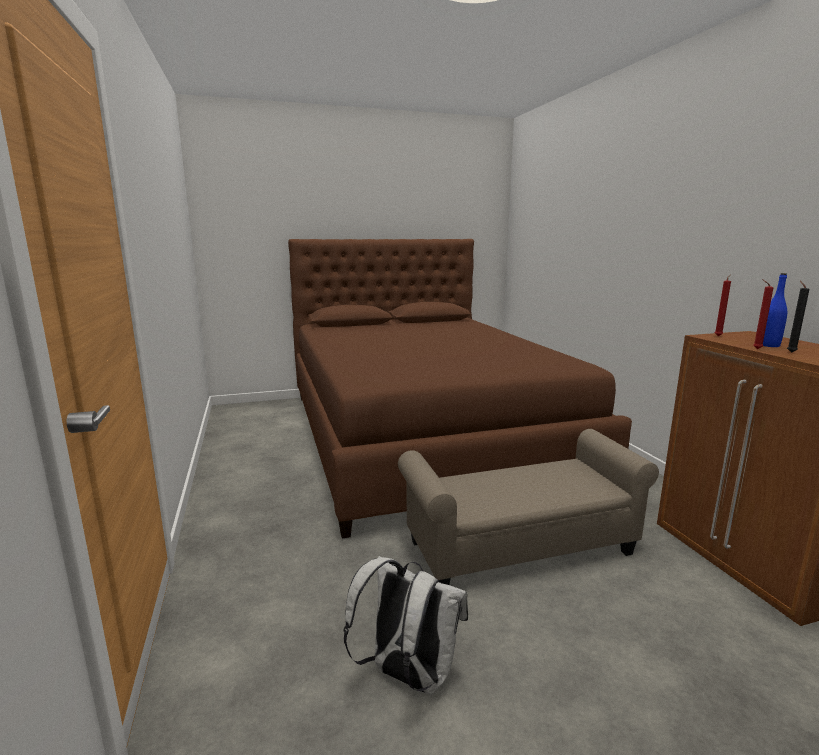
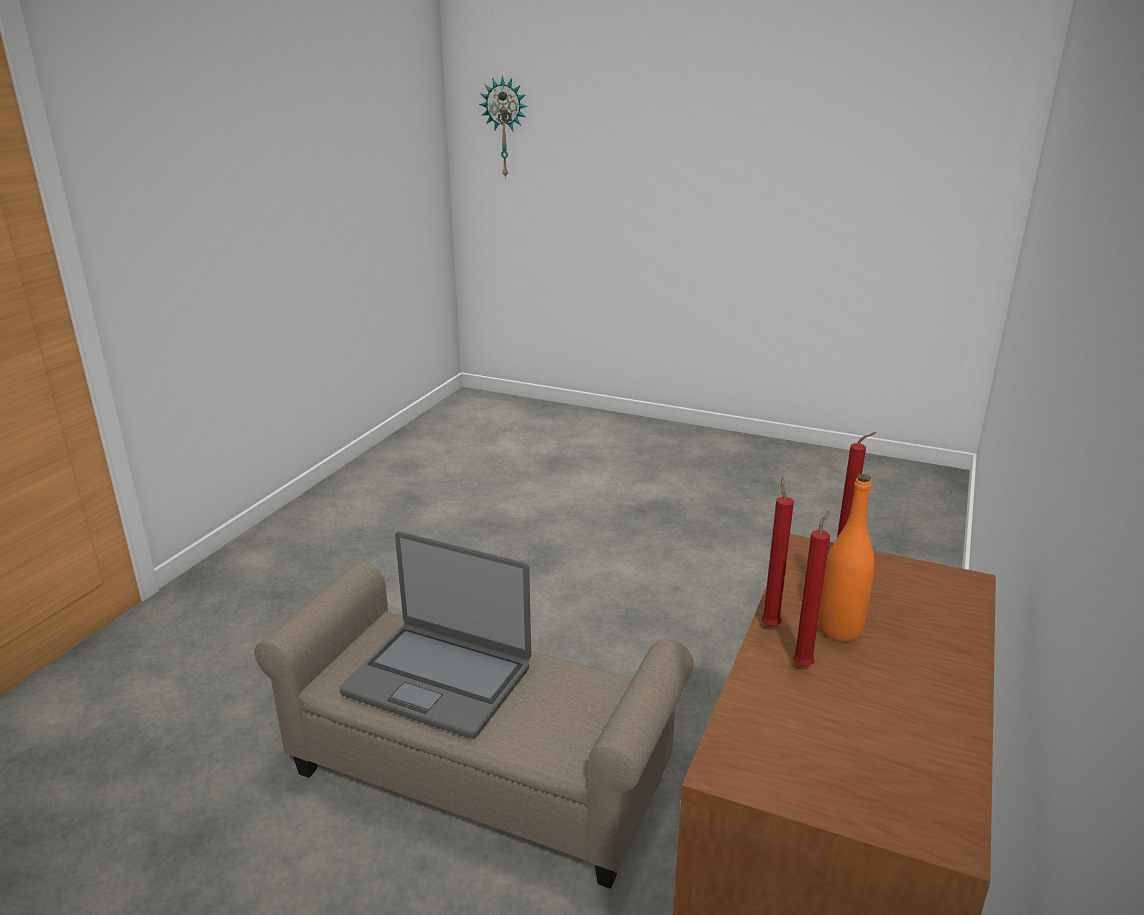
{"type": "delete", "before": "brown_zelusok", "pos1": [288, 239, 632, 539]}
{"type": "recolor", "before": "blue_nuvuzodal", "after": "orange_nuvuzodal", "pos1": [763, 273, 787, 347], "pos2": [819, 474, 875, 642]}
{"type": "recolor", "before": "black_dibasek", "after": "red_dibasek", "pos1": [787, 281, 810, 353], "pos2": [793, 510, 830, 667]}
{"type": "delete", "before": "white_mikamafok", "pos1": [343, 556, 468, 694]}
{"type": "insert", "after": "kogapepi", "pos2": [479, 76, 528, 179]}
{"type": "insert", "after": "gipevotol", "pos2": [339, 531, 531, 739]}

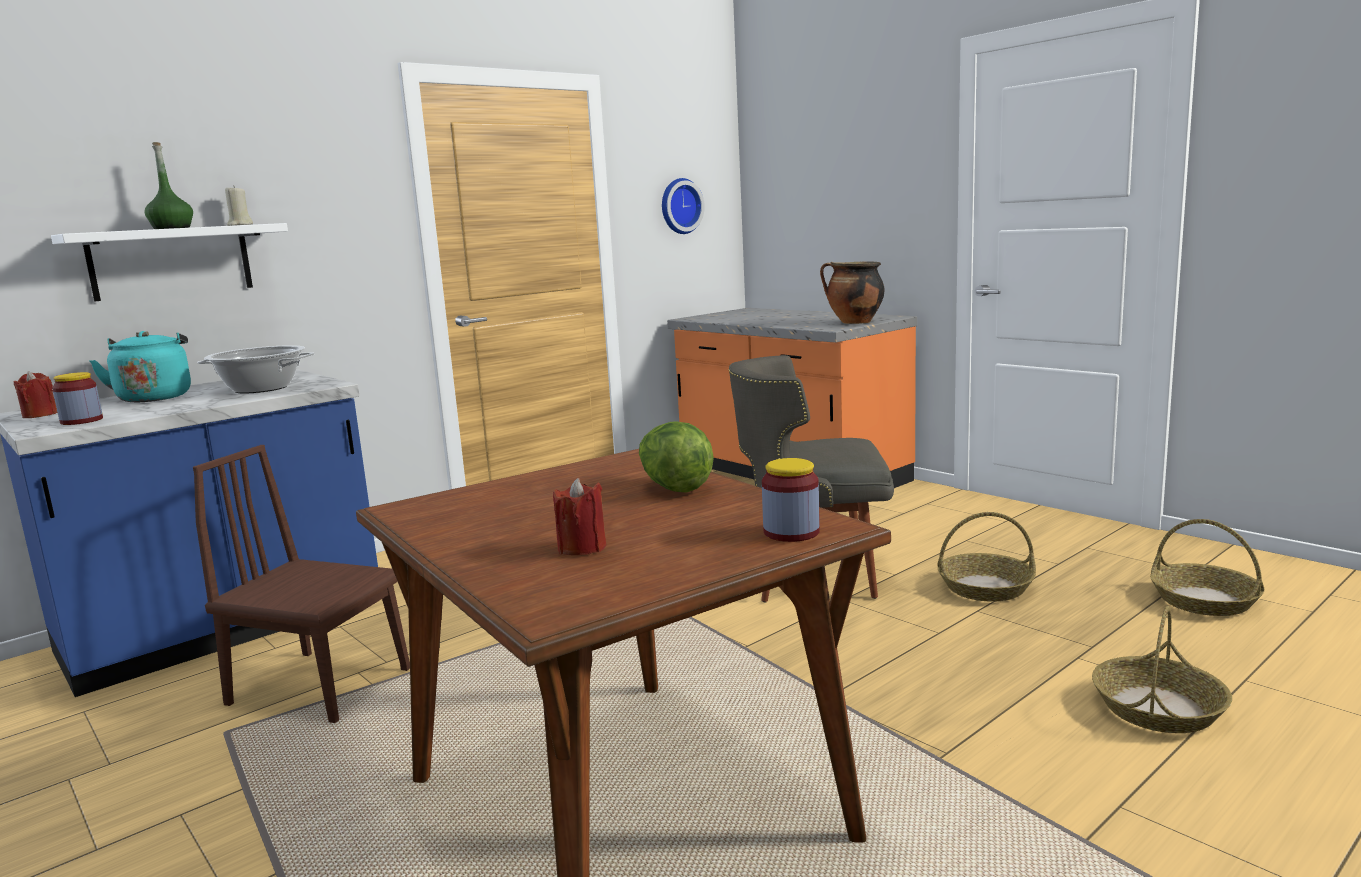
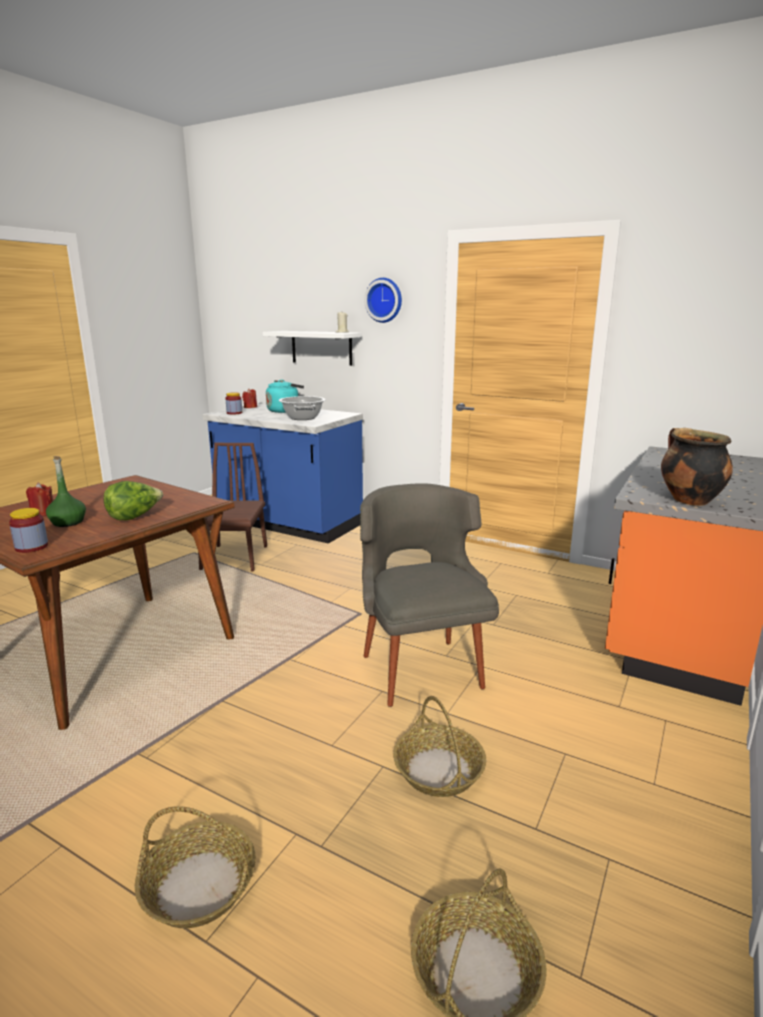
{"type": "move", "before": "green_nuvuzodal", "pos1": [145, 142, 193, 229], "pos2": [46, 456, 86, 527]}
{"type": "move", "before": "kogapepi", "pos1": [662, 178, 705, 234], "pos2": [364, 278, 402, 323]}

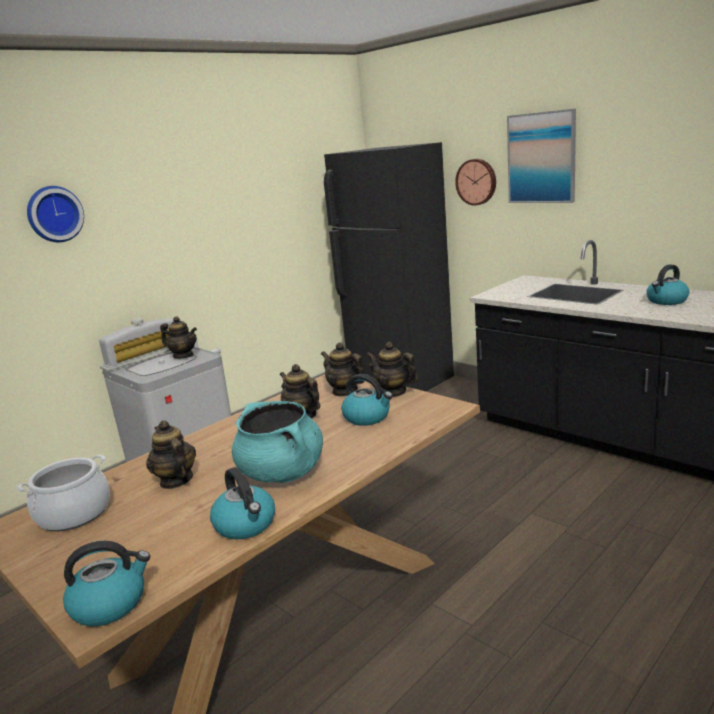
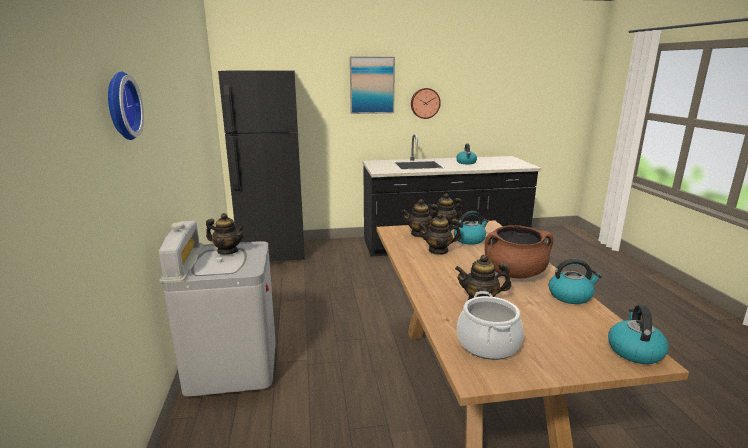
{"type": "move", "before": "kogapepi", "pos1": [455, 159, 496, 206], "pos2": [411, 88, 441, 119]}
{"type": "rotate", "before": "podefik", "pos1": [160, 316, 197, 359], "pos2": [206, 213, 245, 255], "turn": 45}
{"type": "recolor", "before": "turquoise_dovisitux", "after": "brown_dovisitux", "pos1": [232, 401, 323, 483], "pos2": [485, 225, 553, 278]}

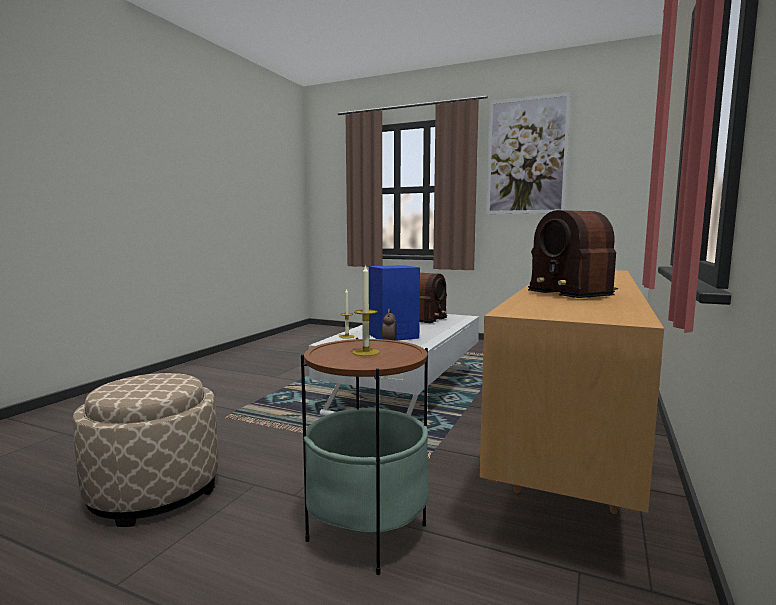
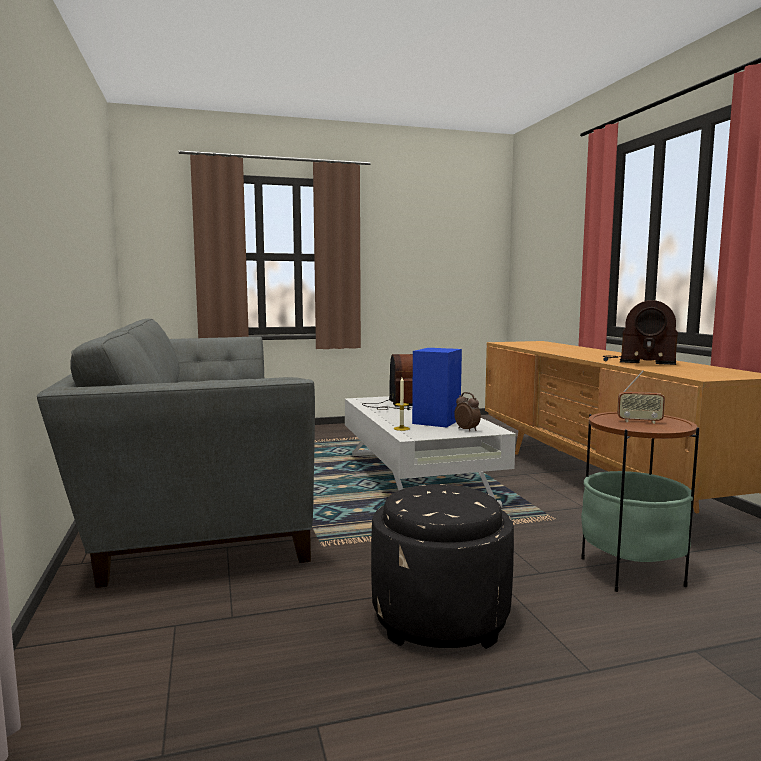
{"type": "delete", "before": "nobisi", "pos1": [486, 92, 571, 214]}
{"type": "replace", "before": "dibasek", "after": "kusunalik", "pos1": [353, 264, 379, 356], "pos2": [617, 371, 665, 424]}
{"type": "recolor", "before": "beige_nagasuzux", "after": "black_nagasuzux", "pos1": [73, 373, 218, 527], "pos2": [371, 484, 514, 649]}
{"type": "insert", "after": "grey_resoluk", "pos2": [37, 318, 315, 588]}

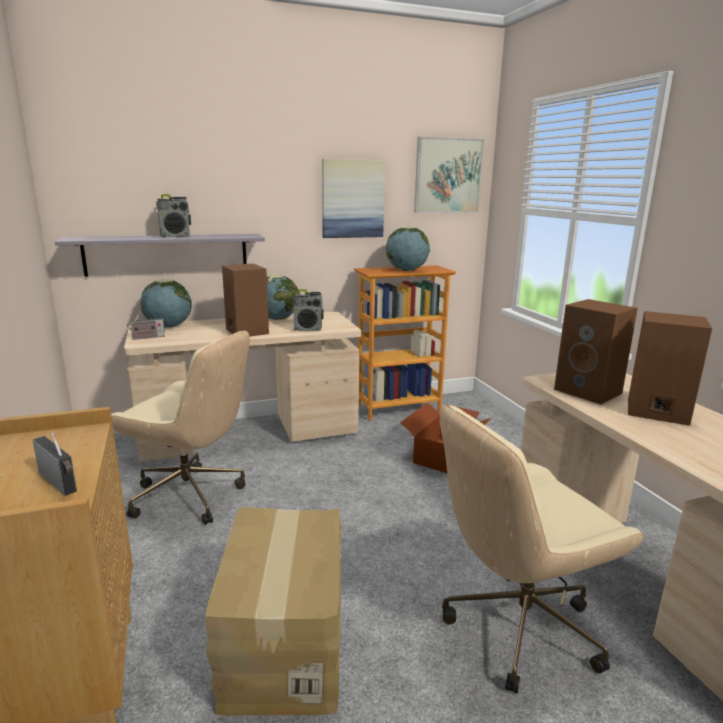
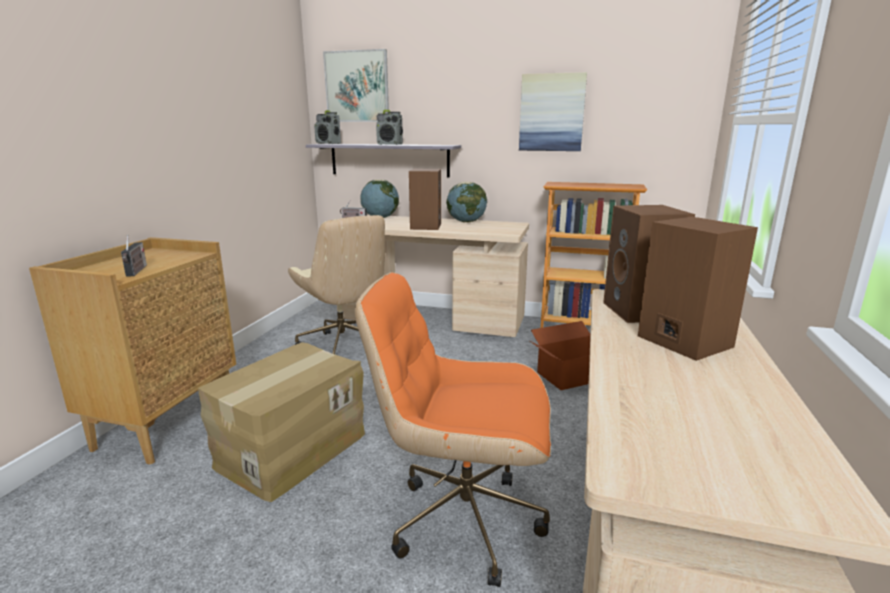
{"type": "move", "before": "nobisi", "pos1": [414, 137, 484, 213], "pos2": [323, 49, 389, 122]}
{"type": "delete", "before": "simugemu", "pos1": [386, 227, 430, 271]}
{"type": "move", "before": "kusunalik", "pos1": [293, 289, 324, 331], "pos2": [314, 110, 341, 144]}
{"type": "recolor", "before": "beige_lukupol", "after": "orange_lukupol", "pos1": [440, 405, 644, 693], "pos2": [355, 272, 551, 587]}

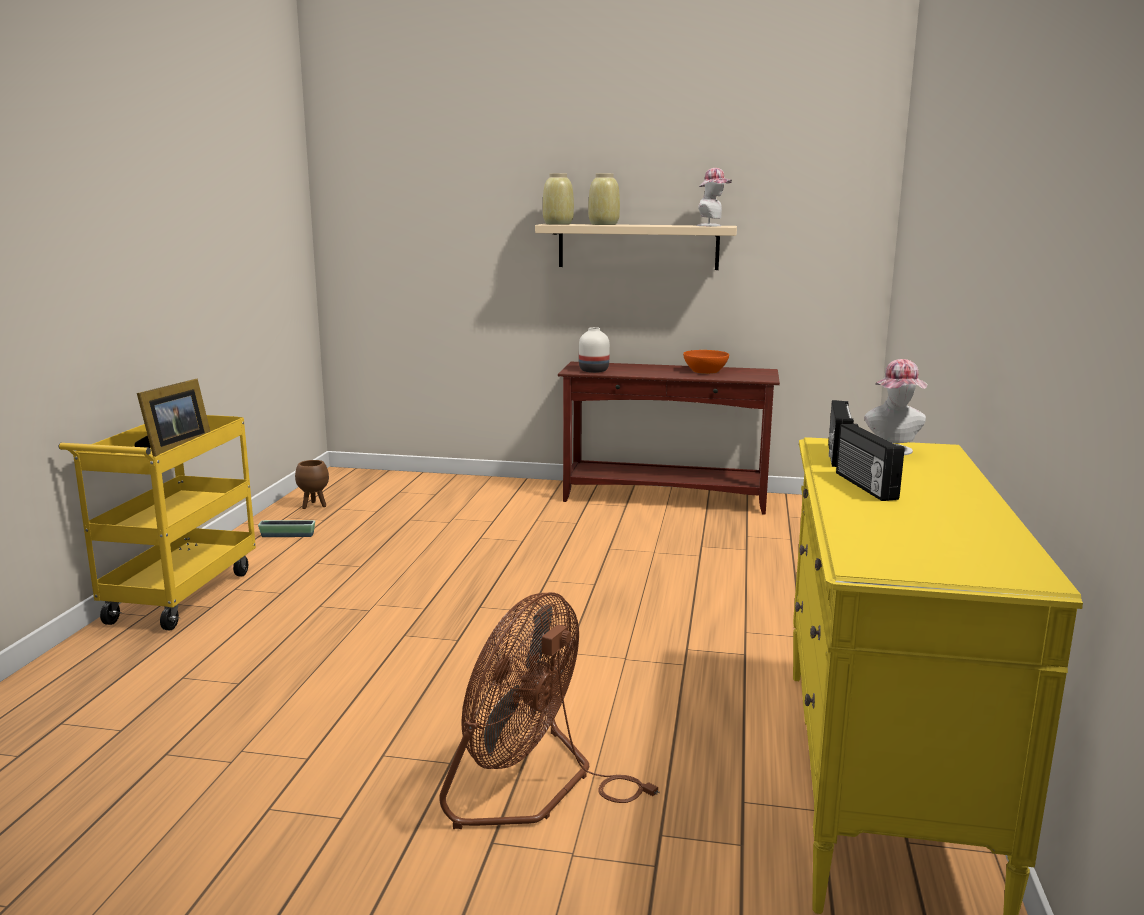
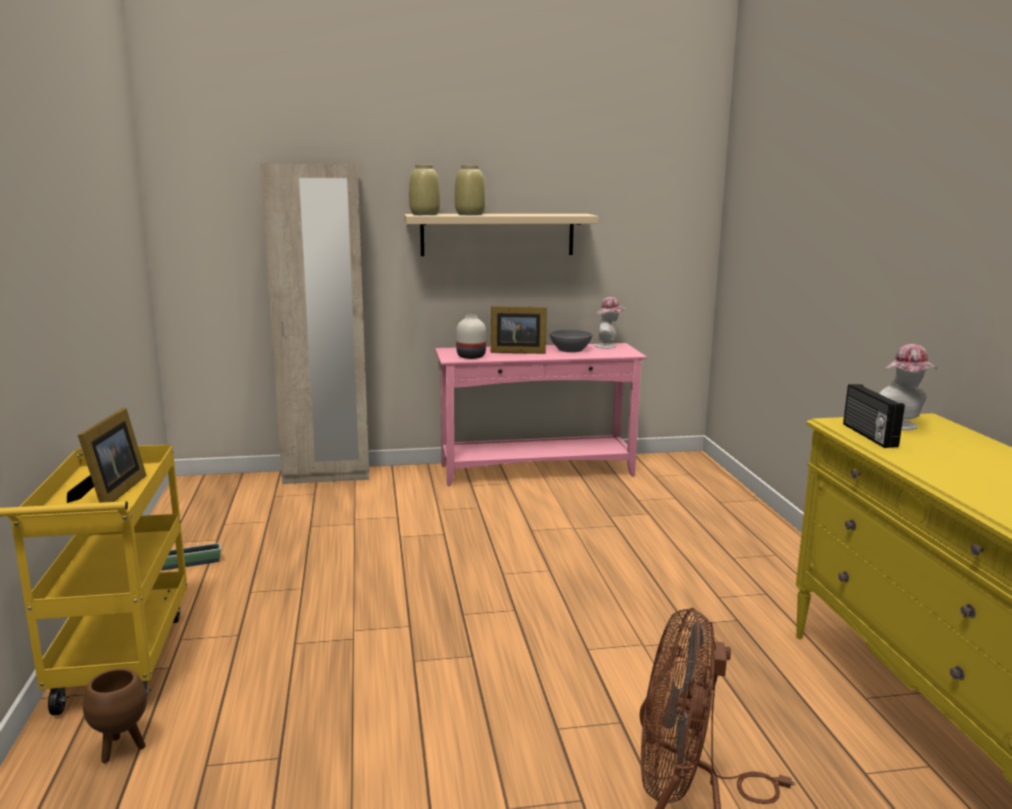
{"type": "move", "before": "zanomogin", "pos1": [696, 168, 732, 226], "pos2": [594, 297, 626, 349]}
{"type": "recolor", "before": "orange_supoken", "after": "grey_supoken", "pos1": [683, 350, 729, 374], "pos2": [550, 329, 592, 352]}
{"type": "recolor", "before": "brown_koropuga", "after": "pink_koropuga", "pos1": [558, 362, 780, 514], "pos2": [435, 343, 647, 486]}
{"type": "delete", "before": "kusunalik", "pos1": [836, 424, 904, 501]}
{"type": "move", "before": "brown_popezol", "pos1": [295, 460, 329, 509], "pos2": [83, 668, 147, 763]}
{"type": "insert", "after": "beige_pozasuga", "pos2": [260, 163, 369, 484]}
{"type": "insert", "after": "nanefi", "pos2": [491, 306, 547, 354]}

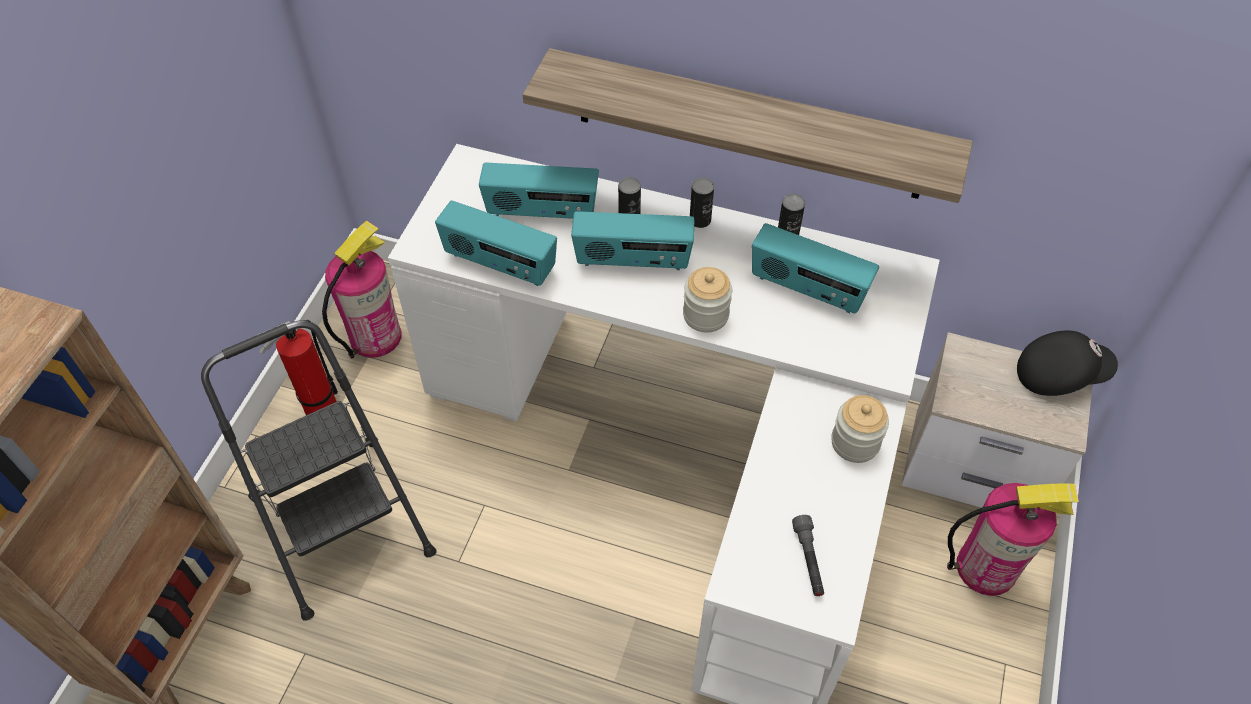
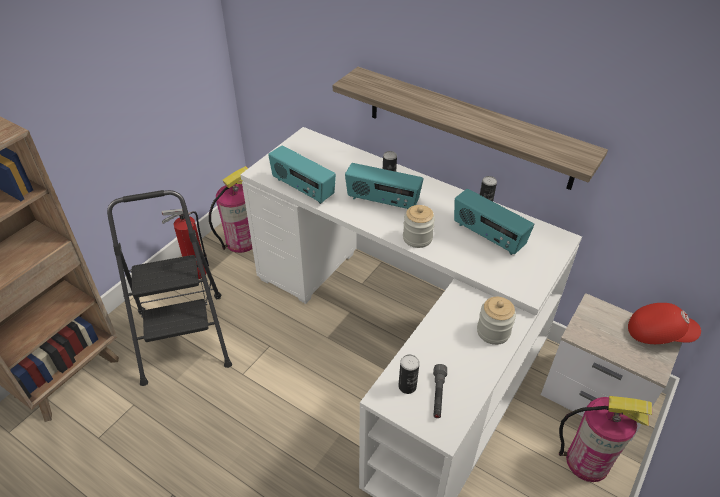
{"type": "delete", "before": "kusunalik", "pos1": [479, 162, 599, 219]}
{"type": "move", "before": "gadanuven", "pos1": [690, 177, 714, 228], "pos2": [398, 355, 420, 394]}
{"type": "recolor", "before": "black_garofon", "after": "red_garofon", "pos1": [1017, 331, 1118, 396], "pos2": [628, 303, 701, 344]}

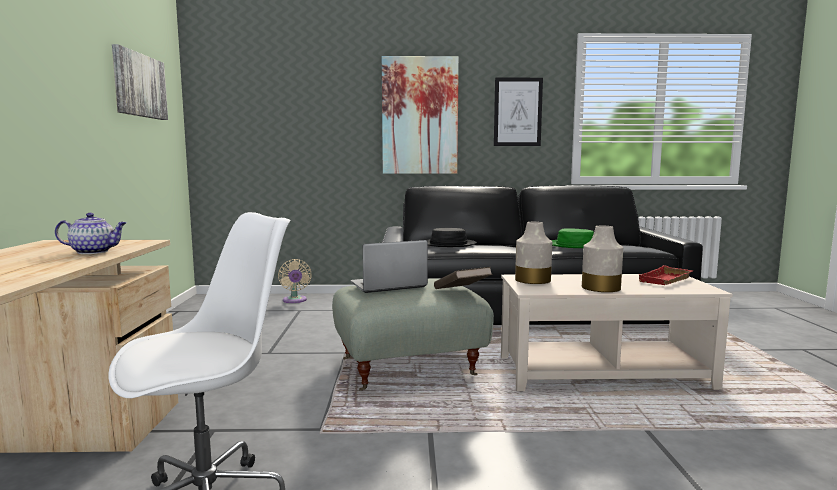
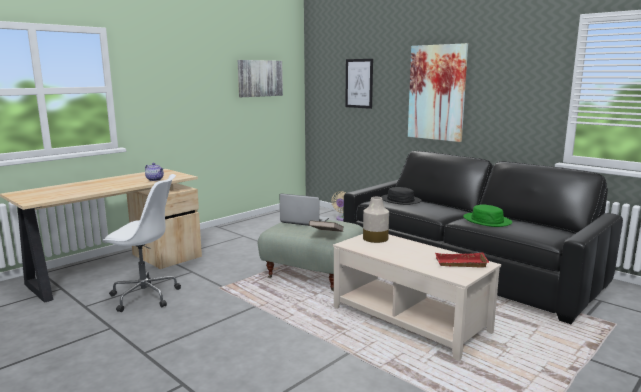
{"type": "move", "before": "nobisi", "pos1": [494, 78, 543, 146], "pos2": [345, 59, 373, 109]}
{"type": "delete", "before": "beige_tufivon", "pos1": [582, 225, 623, 292]}

